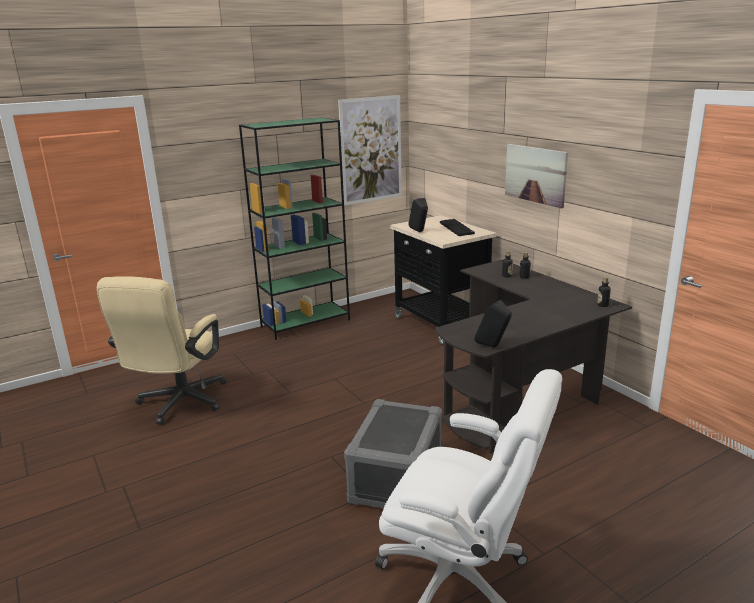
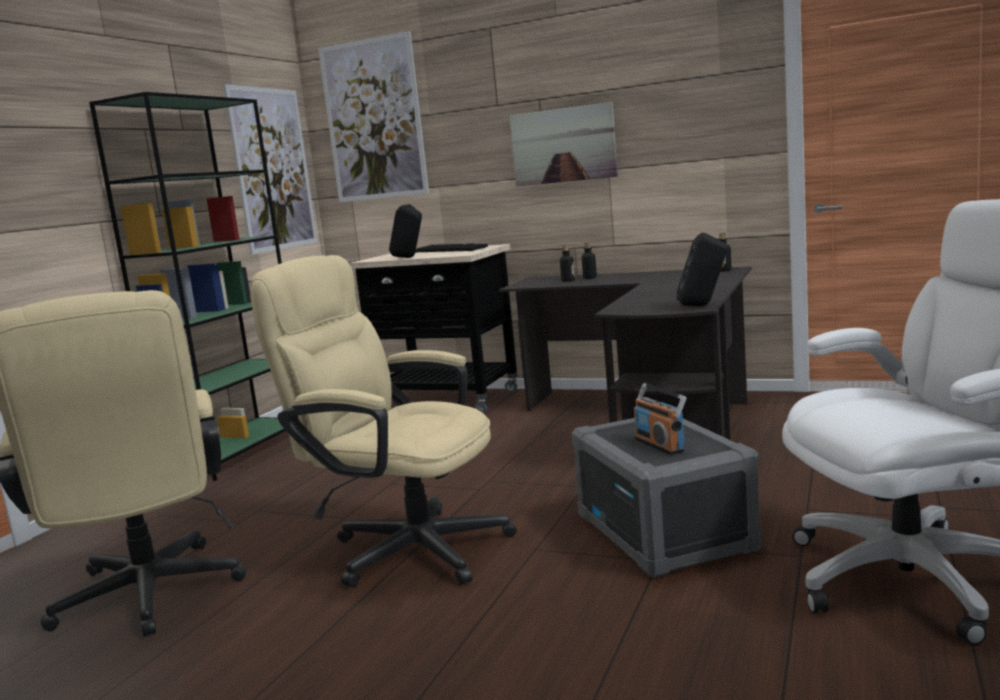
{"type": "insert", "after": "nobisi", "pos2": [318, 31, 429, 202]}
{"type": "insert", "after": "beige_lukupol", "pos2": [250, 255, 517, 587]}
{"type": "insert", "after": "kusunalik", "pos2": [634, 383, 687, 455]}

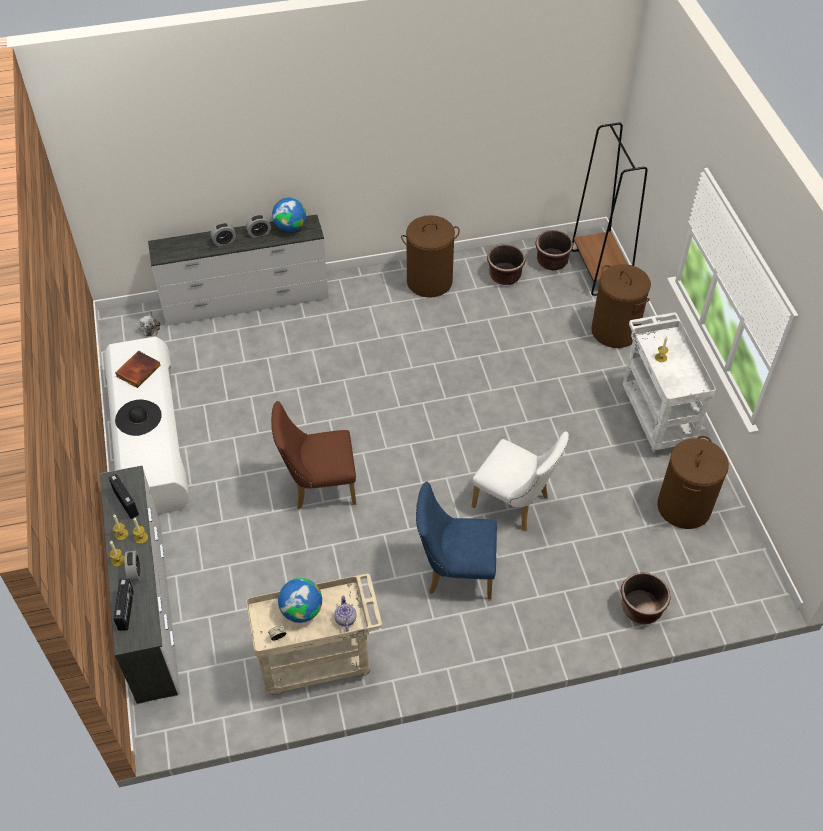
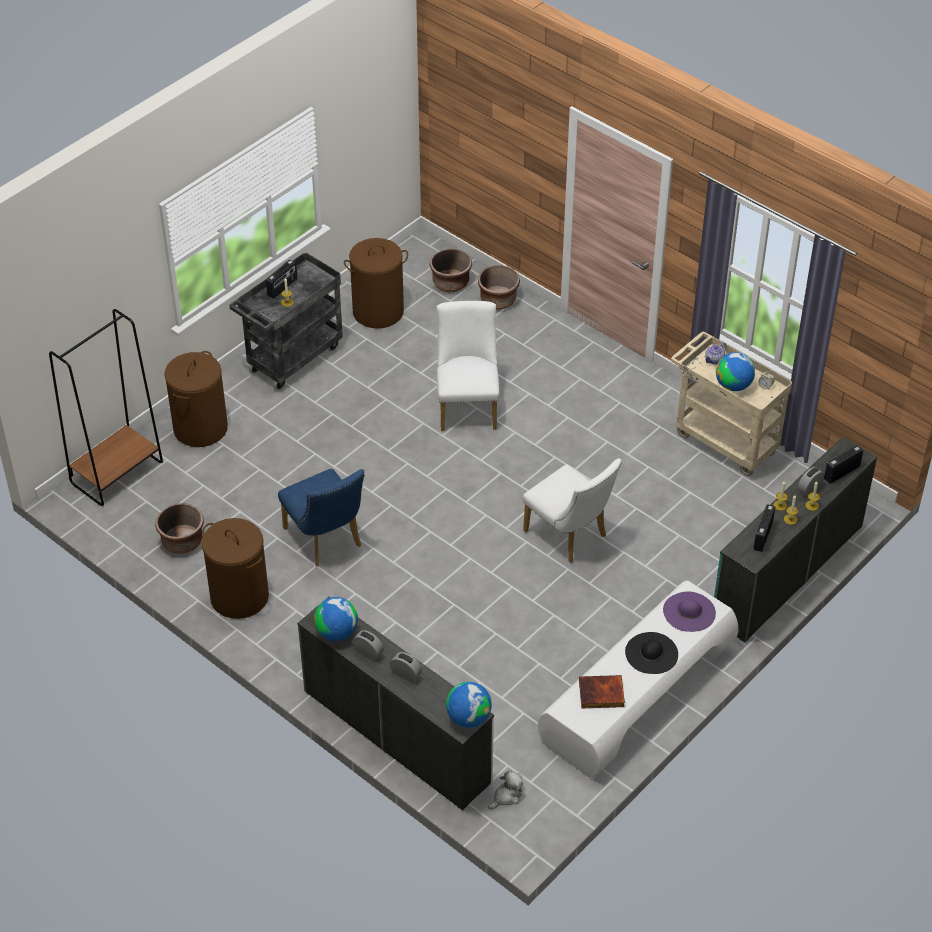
{"type": "move", "before": "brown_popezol", "pos1": [535, 230, 573, 270], "pos2": [429, 249, 472, 292]}
{"type": "recolor", "before": "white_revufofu", "after": "black_revufofu", "pos1": [623, 313, 715, 454], "pos2": [229, 253, 343, 390]}
{"type": "recolor", "before": "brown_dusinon", "after": "white_dusinon", "pos1": [271, 401, 356, 510], "pos2": [523, 458, 622, 563]}
{"type": "recolor", "before": "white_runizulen", "after": "turquoise_runizulen", "pos1": [100, 466, 180, 704], "pos2": [714, 437, 877, 643]}
{"type": "move", "before": "blue_dusinon", "pos1": [416, 481, 497, 600], "pos2": [278, 469, 365, 566]}
{"type": "insert", "after": "kusunalik", "pos2": [266, 260, 297, 299]}
{"type": "insert", "after": "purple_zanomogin", "pos2": [663, 591, 716, 632]}
{"type": "insert", "after": "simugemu", "pos2": [446, 682, 492, 728]}

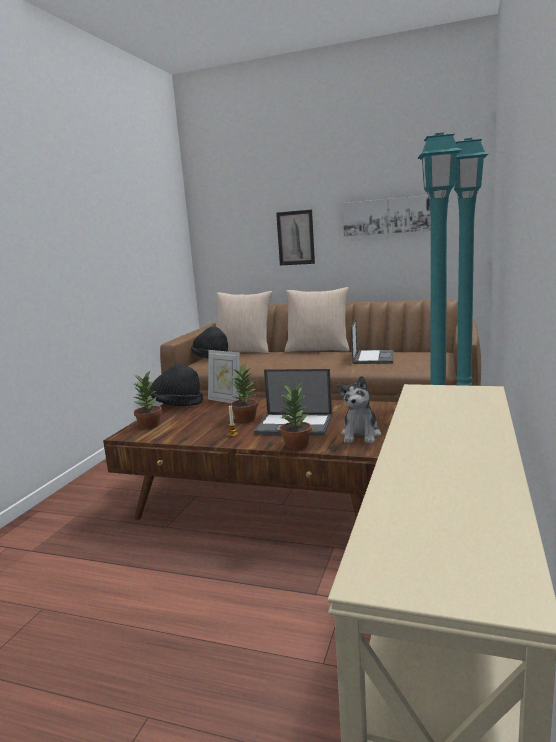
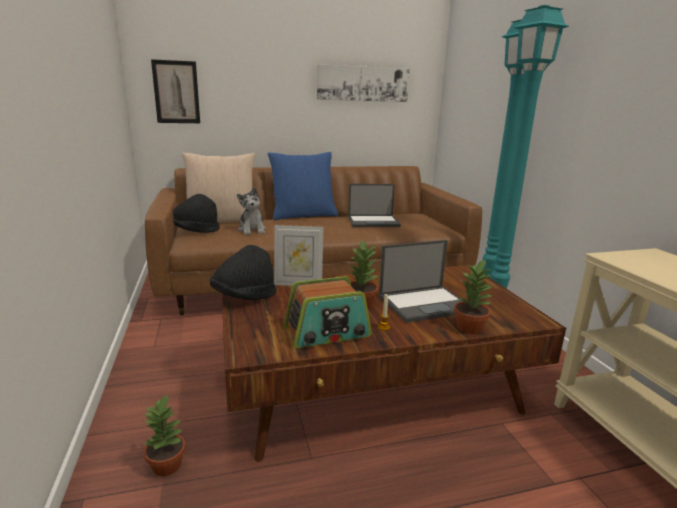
{"type": "move", "before": "nobisi", "pos1": [276, 210, 315, 265], "pos2": [151, 59, 200, 123]}
{"type": "recolor", "before": "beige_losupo", "after": "blue_losupo", "pos1": [285, 287, 350, 353], "pos2": [268, 152, 338, 220]}
{"type": "rotate", "before": "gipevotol", "pos1": [351, 319, 394, 364], "pos2": [348, 184, 401, 227], "turn": 105}
{"type": "move", "before": "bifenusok", "pos1": [133, 370, 162, 429], "pos2": [143, 394, 186, 477]}
{"type": "move", "before": "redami", "pos1": [337, 376, 381, 444], "pos2": [237, 187, 266, 235]}
{"type": "insert", "after": "kusunalik", "pos2": [284, 276, 372, 349]}

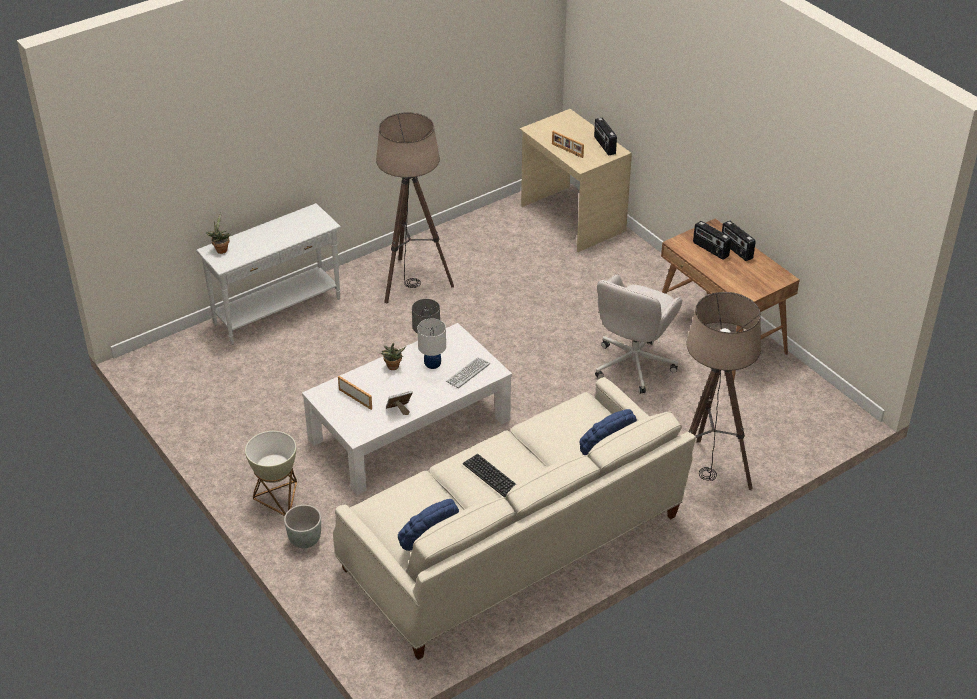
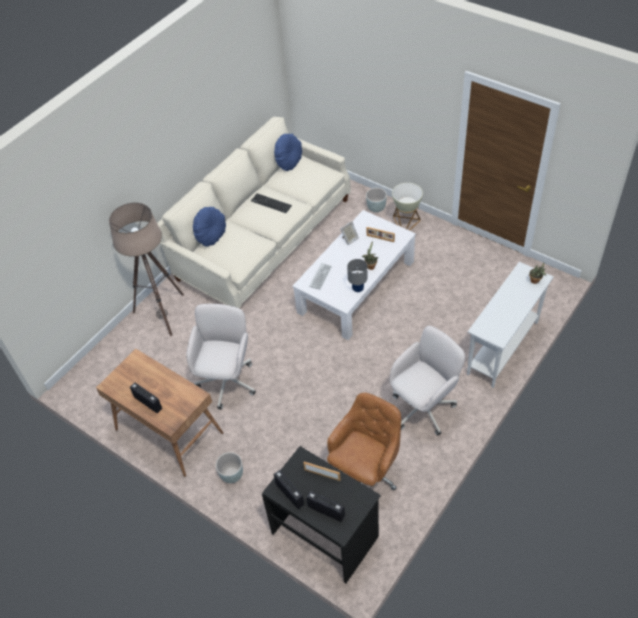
{"type": "recolor", "before": "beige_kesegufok", "after": "black_kesegufok", "pos1": [520, 109, 632, 252], "pos2": [262, 446, 381, 584]}
{"type": "replace", "before": "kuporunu", "after": "white_lukupol", "pos1": [376, 112, 454, 303], "pos2": [390, 326, 465, 436]}
{"type": "move", "before": "kusunalik", "pos1": [693, 221, 731, 260], "pos2": [307, 491, 345, 522]}
{"type": "delete", "before": "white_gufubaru", "pos1": [417, 318, 446, 369]}
{"type": "insert", "after": "brown_lukupol", "pos2": [327, 393, 401, 490]}
{"type": "insert", "after": "grey_popezol", "pos2": [216, 452, 243, 483]}

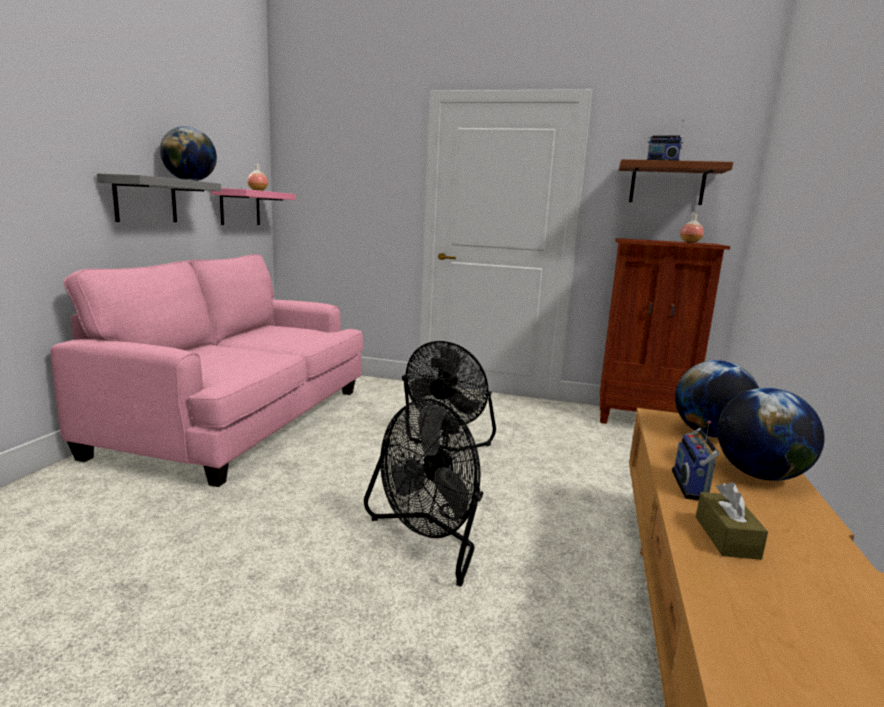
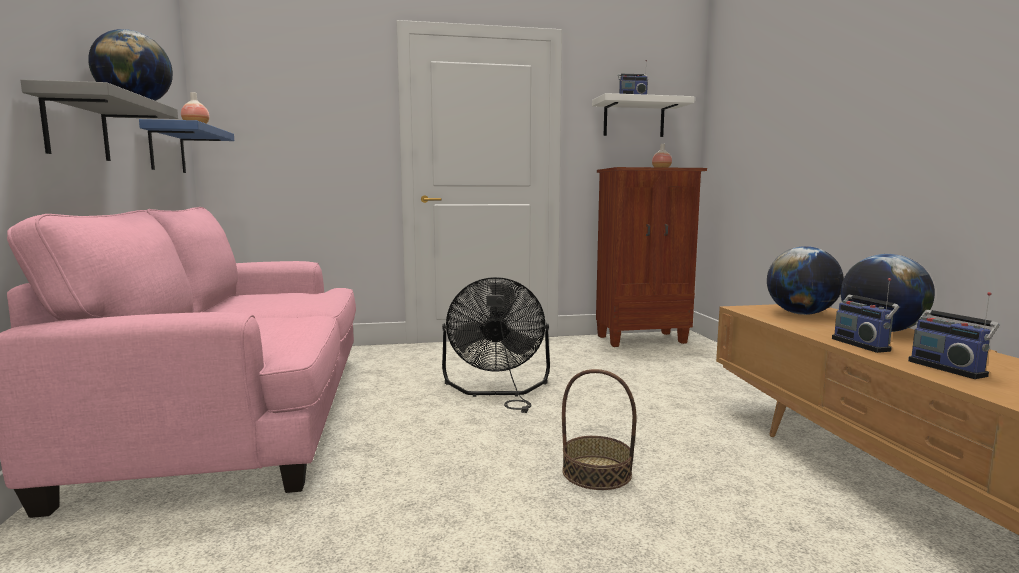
{"type": "recolor", "before": "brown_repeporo", "after": "white_repeporo", "pos1": [619, 159, 733, 205], "pos2": [592, 93, 695, 137]}
{"type": "recolor", "before": "pink_repeporo", "after": "blue_repeporo", "pos1": [211, 188, 296, 225], "pos2": [139, 119, 234, 173]}
{"type": "replace", "before": "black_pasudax", "after": "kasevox", "pos1": [364, 398, 483, 587], "pos2": [562, 369, 636, 490]}
{"type": "replace", "before": "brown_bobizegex", "after": "kusunalik", "pos1": [696, 482, 768, 560], "pos2": [908, 292, 1000, 379]}

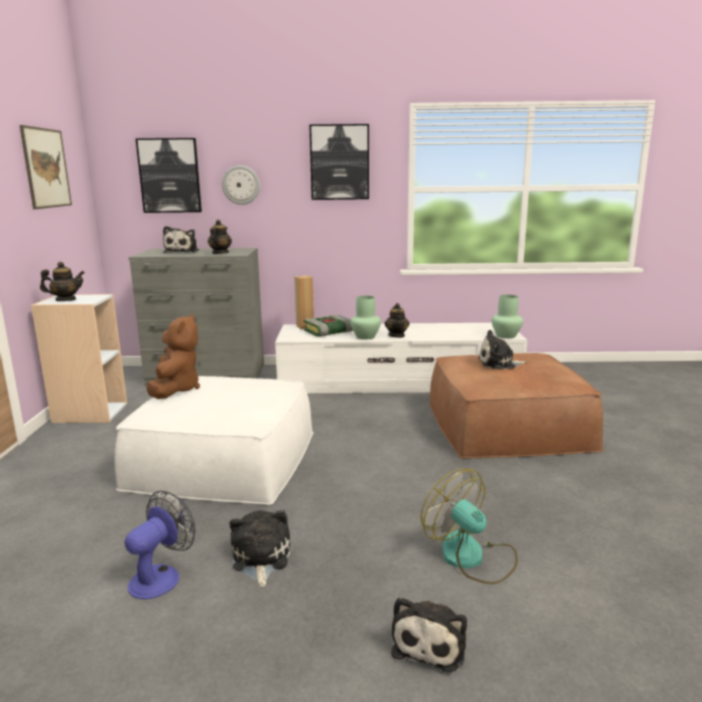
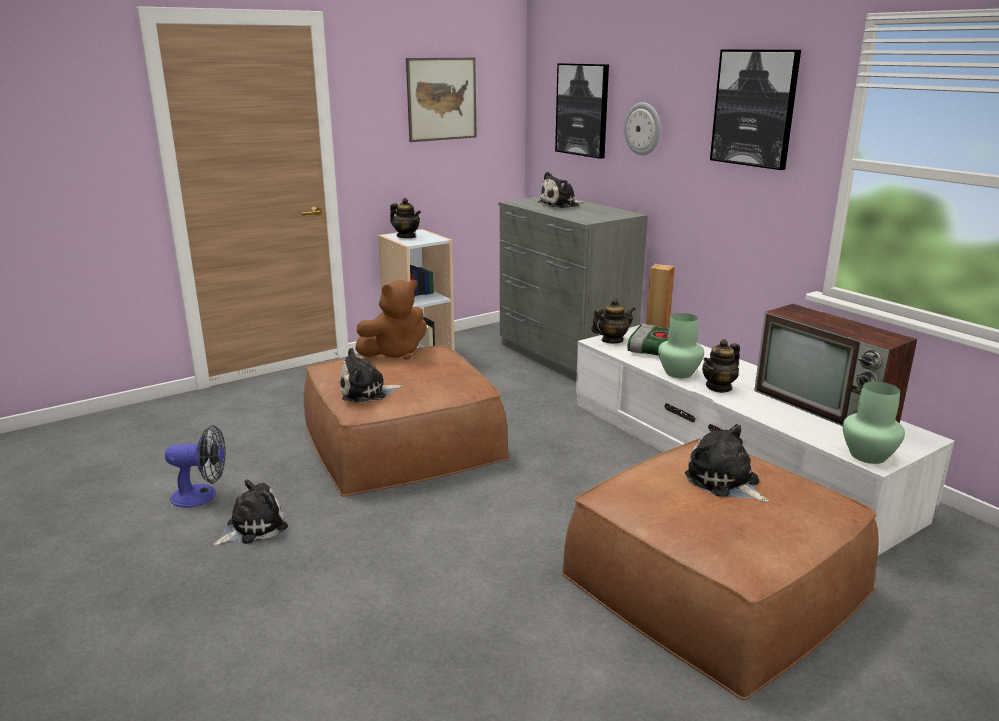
{"type": "move", "before": "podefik", "pos1": [208, 220, 232, 254], "pos2": [591, 298, 635, 344]}
{"type": "recolor", "before": "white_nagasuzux", "after": "brown_nagasuzux", "pos1": [115, 376, 313, 505], "pos2": [304, 345, 510, 497]}
{"type": "delete", "before": "pasudax", "pos1": [421, 468, 518, 584]}
{"type": "move", "before": "redami", "pos1": [391, 597, 467, 672], "pos2": [340, 348, 403, 403]}
{"type": "insert", "after": "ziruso", "pos2": [754, 304, 917, 426]}

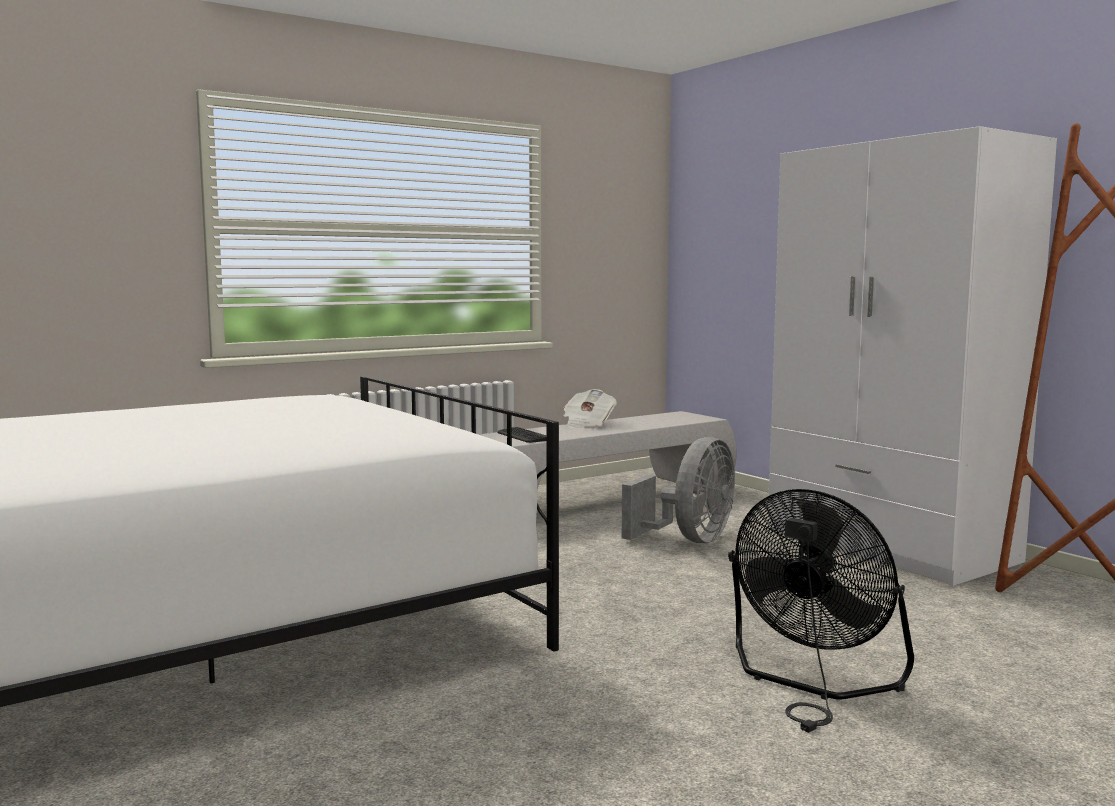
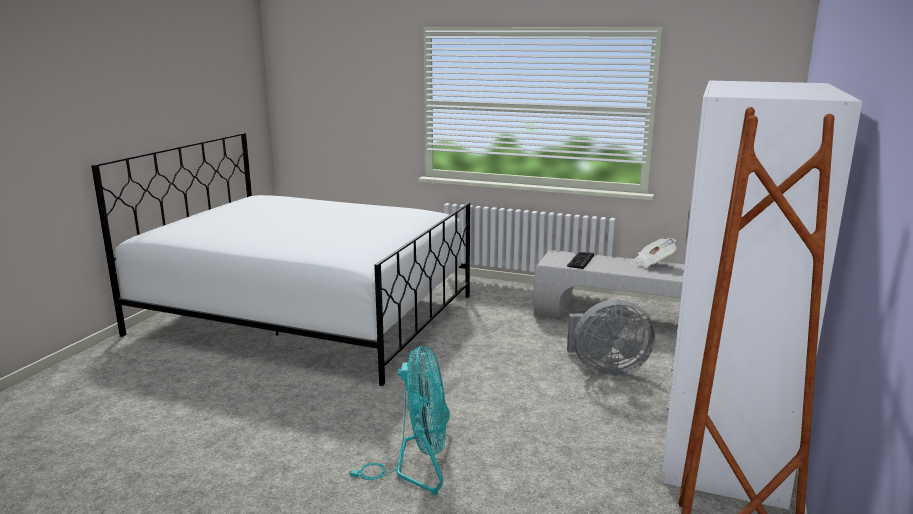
{"type": "recolor", "before": "black_pasudax", "after": "turquoise_pasudax", "pos1": [728, 489, 914, 733], "pos2": [349, 345, 450, 496]}

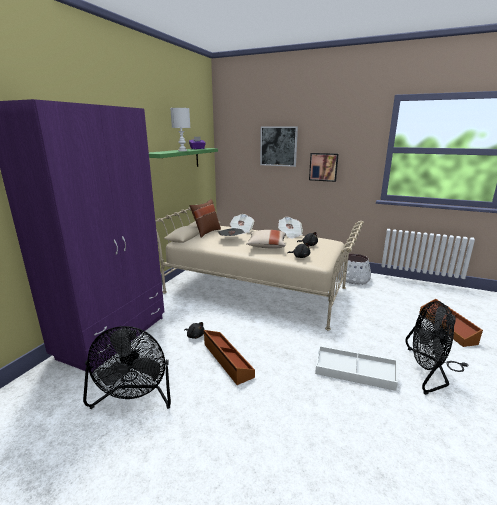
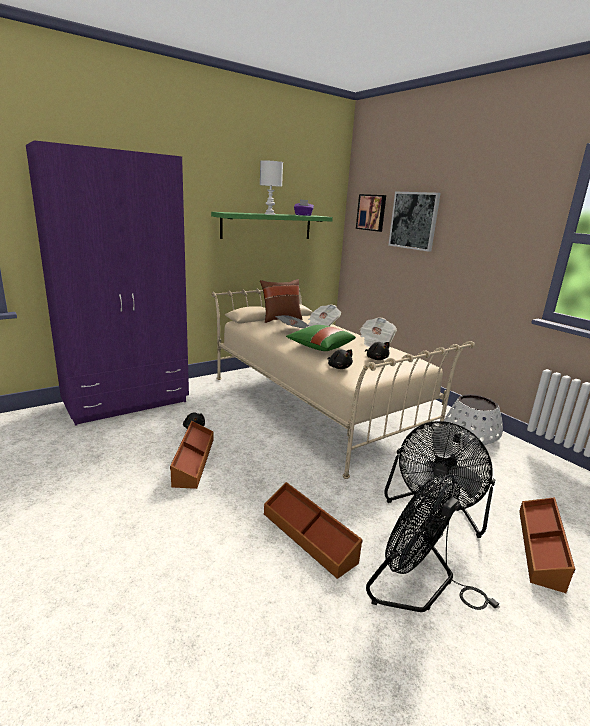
{"type": "move", "before": "nobisi", "pos1": [309, 153, 339, 182], "pos2": [356, 194, 386, 232]}
{"type": "recolor", "before": "beige_losupo", "after": "green_losupo", "pos1": [246, 230, 286, 249], "pos2": [286, 325, 356, 351]}
{"type": "move", "before": "black_pasudax", "pos1": [83, 326, 171, 409], "pos2": [384, 421, 495, 538]}
{"type": "recolor", "before": "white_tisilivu", "after": "brown_tisilivu", "pos1": [315, 346, 398, 391], "pos2": [264, 482, 363, 579]}

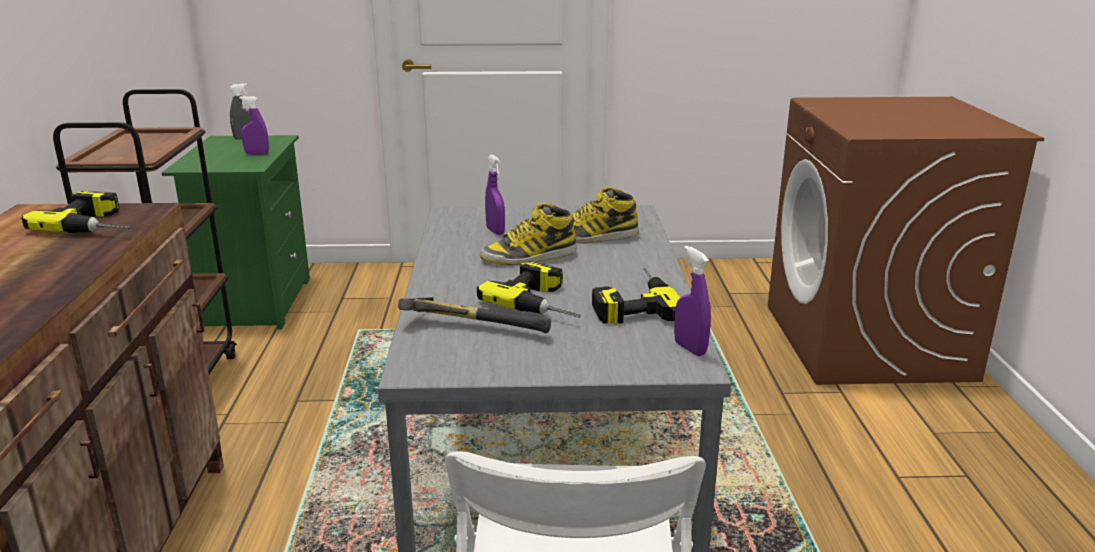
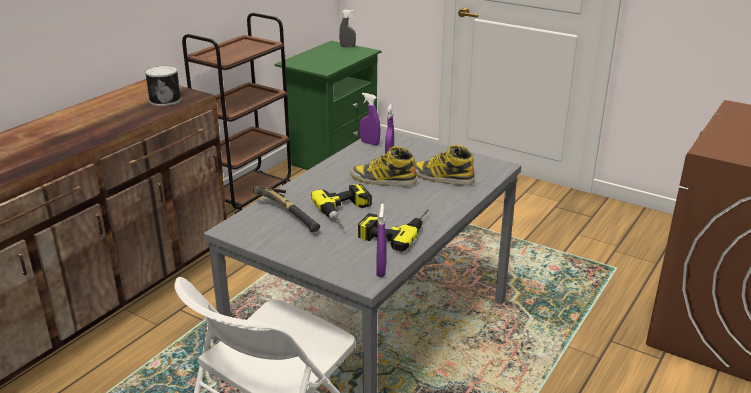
{"type": "move", "before": "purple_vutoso", "pos1": [239, 96, 269, 155], "pos2": [360, 93, 381, 146]}
{"type": "replace", "before": "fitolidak", "after": "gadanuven", "pos1": [21, 191, 130, 233], "pos2": [145, 65, 181, 106]}

